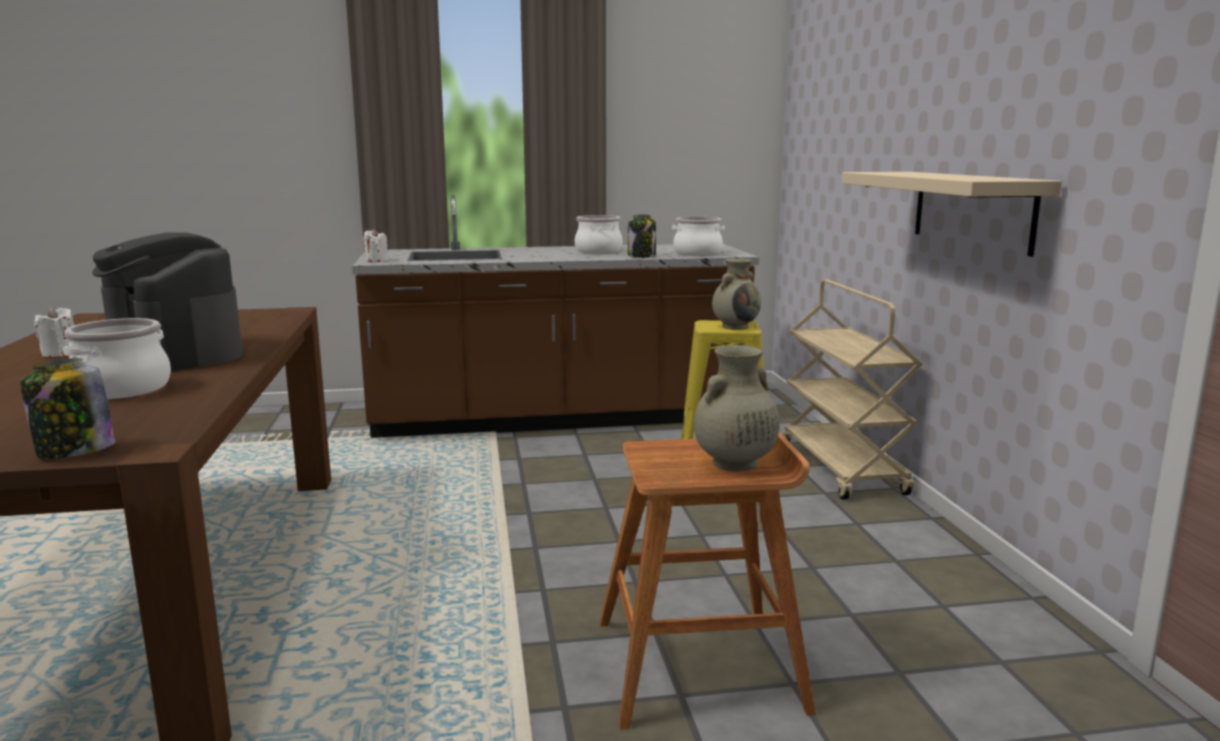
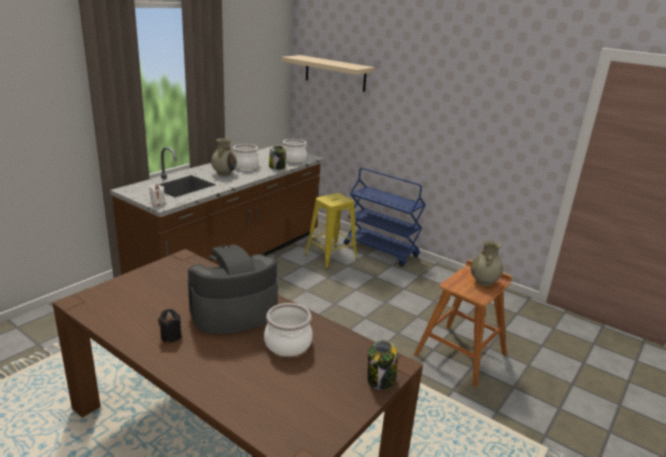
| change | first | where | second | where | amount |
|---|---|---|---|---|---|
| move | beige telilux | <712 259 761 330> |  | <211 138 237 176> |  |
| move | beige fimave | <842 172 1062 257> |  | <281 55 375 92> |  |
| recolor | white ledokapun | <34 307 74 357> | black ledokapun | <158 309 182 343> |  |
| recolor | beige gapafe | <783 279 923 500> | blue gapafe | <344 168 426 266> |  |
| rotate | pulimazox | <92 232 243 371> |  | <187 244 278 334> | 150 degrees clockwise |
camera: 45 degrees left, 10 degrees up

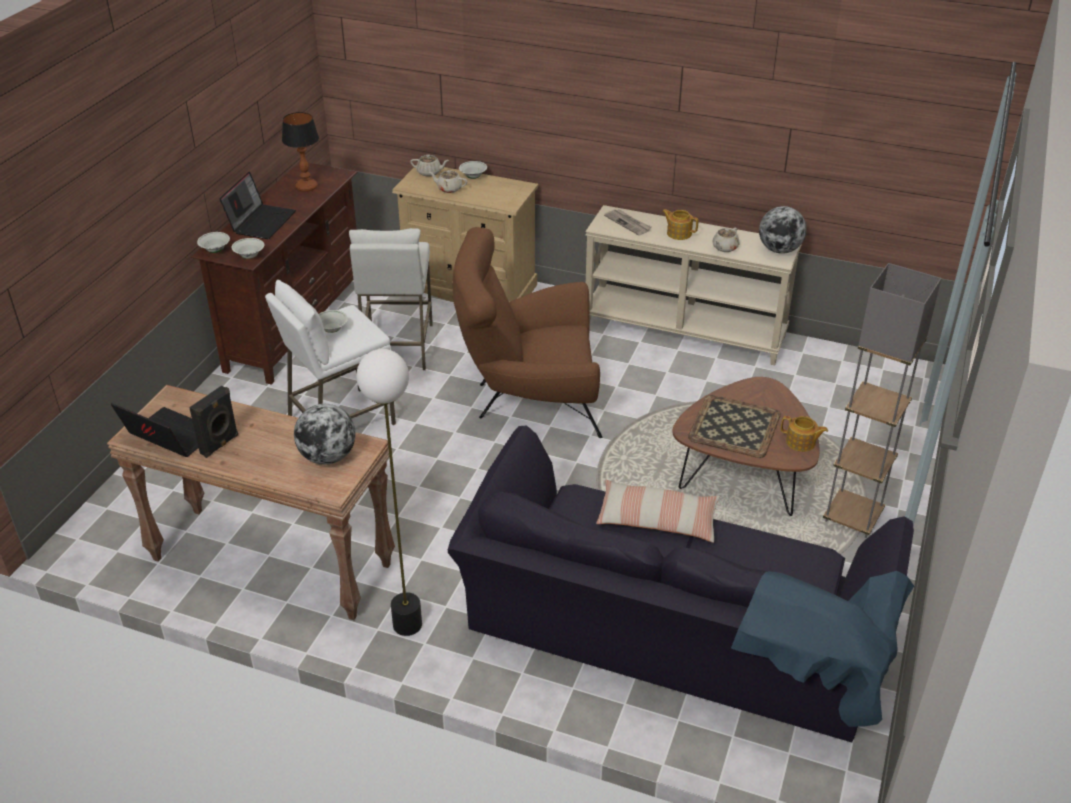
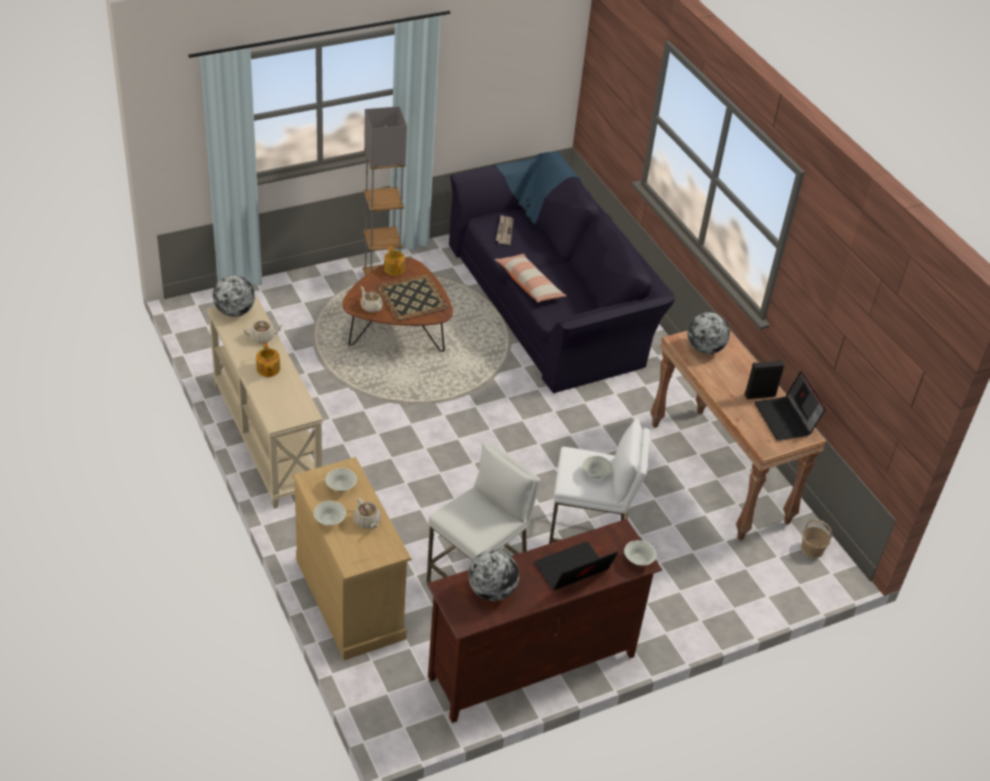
| change | first | where | second | where | amount |
|---|---|---|---|---|---|
| delete | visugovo | <356 349 422 636> |  |  |  |
| delete | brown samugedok | <453 227 602 438> |  |  |  |
| insert |  |  | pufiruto | <801 519 832 558> |  |
| move | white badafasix | <231 238 264 259> |  | <325 468 357 492> |  |
| move | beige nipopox | <410 154 449 177> |  | <360 286 383 312> |  |
| move | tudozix | <604 209 652 235> |  | <496 215 513 245> |  |
| replace | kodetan | <282 112 319 192> | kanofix | <468 550 519 601> |  |
camera: 140 degrees left, 5 degrees up

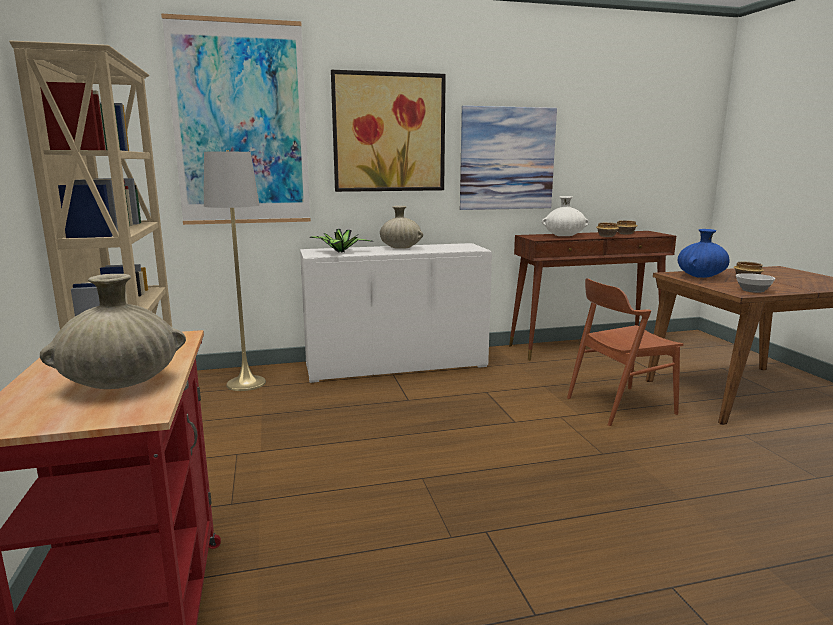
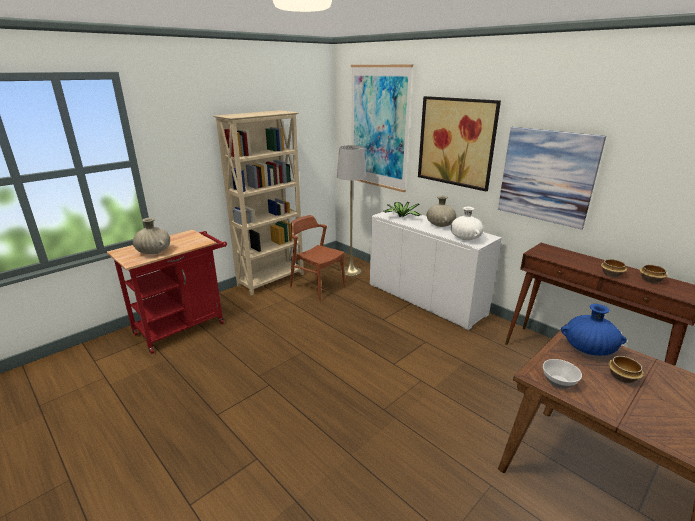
| change | first | where | second | where | amount |
|---|---|---|---|---|---|
| move | white telilux | <542 196 589 236> |  | <451 207 484 241> |  |
| move | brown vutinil | <567 278 684 426> |  | <290 215 346 301> |  |
camera: 60 degrees right, 10 degrees up

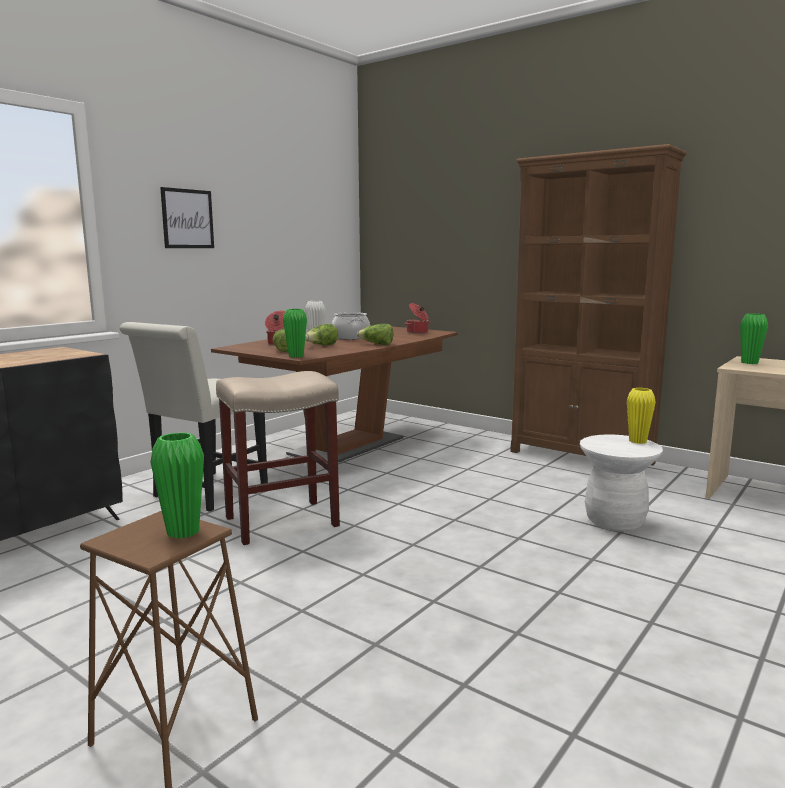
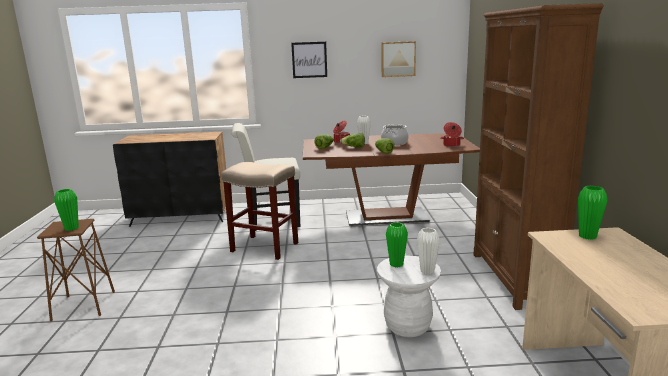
| change | first | where | second | where | amount |
|---|---|---|---|---|---|
| insert |  |  | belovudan | <382 41 416 77> |  |
| move | green telilux | <283 309 307 357> |  | <386 222 408 268> |  |
| recolor | yellow telilux | <627 388 656 444> | white telilux | <417 228 440 274> |  |
camera: 50 degrees right, 5 degrees up

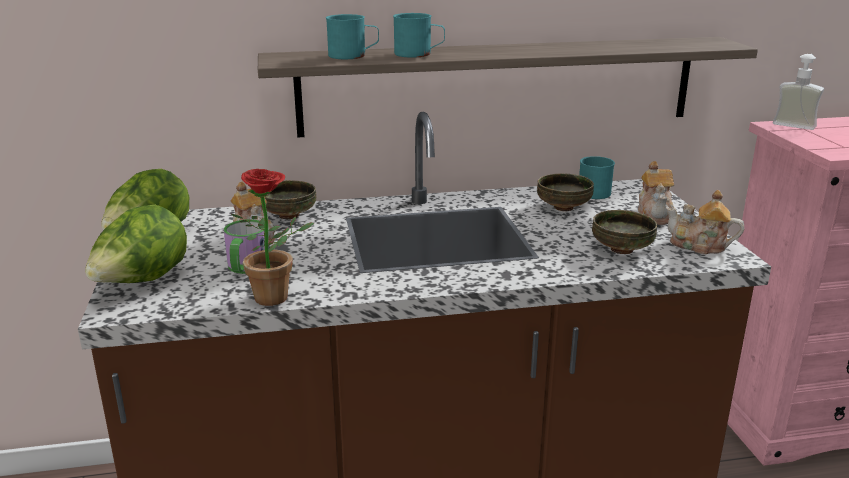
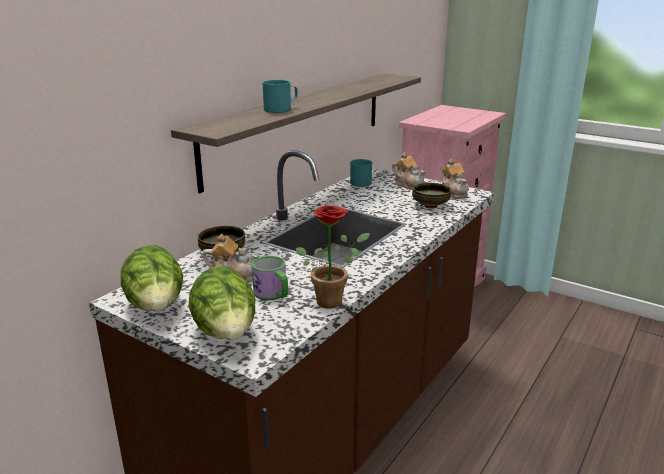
| change | first | where | second | where | amount |
|---|---|---|---|---|---|
| delete | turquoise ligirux | <326 14 379 59> |  |  |  |
| delete | badafasix | <537 173 594 211> |  |  |  |
| delete | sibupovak | <773 54 824 130> |  |  |  |
| rotate | nipopox | <666 190 744 255> |  | <442 159 469 199> | 90 degrees counterclockwise |
camera: 45 degrees left, 0 degrees up

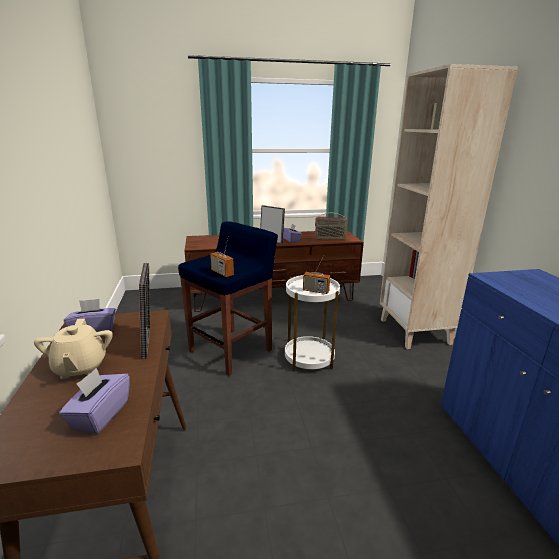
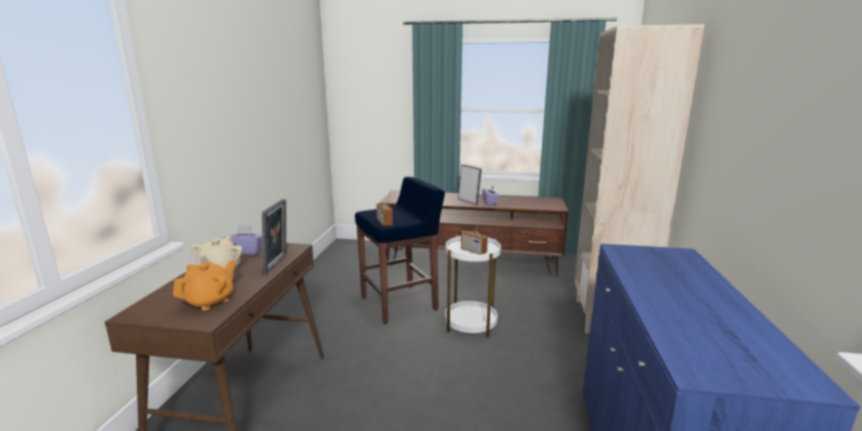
| change | first | where | second | where | amount |
|---|---|---|---|---|---|
| delete | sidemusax | <315 213 347 240> |  |  |  |
| replace | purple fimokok | <59 368 130 434> | orange nipopox | <173 260 235 310> |  |
camera: 20 degrees right, 5 degrees down

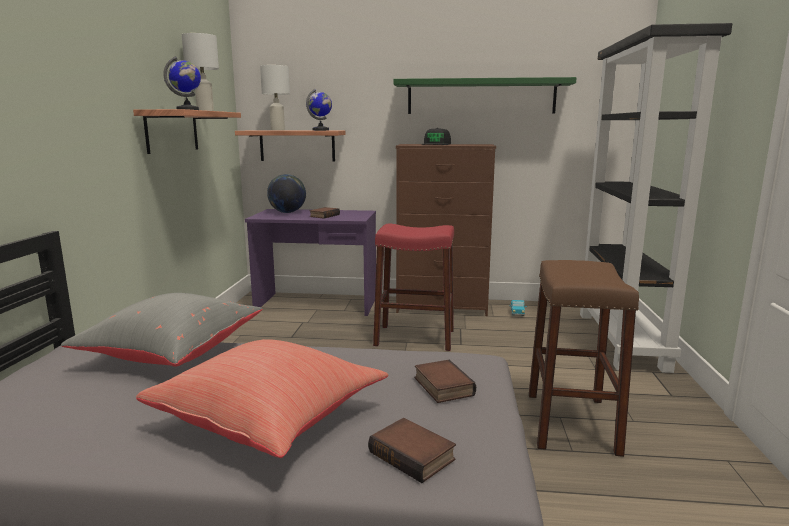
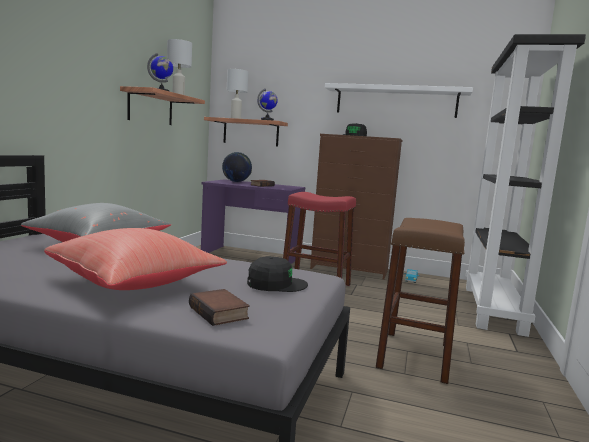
| change | first | where | second | where | amount |
|---|---|---|---|---|---|
| replace | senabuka | <415 360 476 403> | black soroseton | <247 256 308 292> |  |
| recolor | green fimave | <393 77 577 114> | white fimave | <325 83 473 118> |  |
camera: 10 degrees right, 5 degrees down

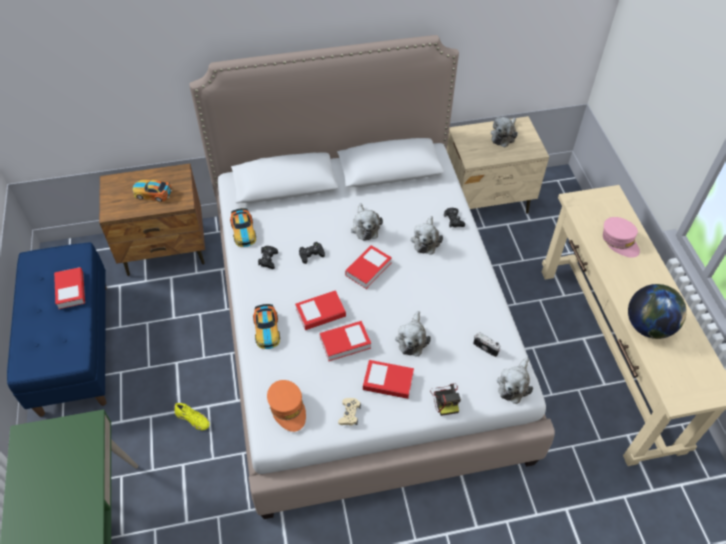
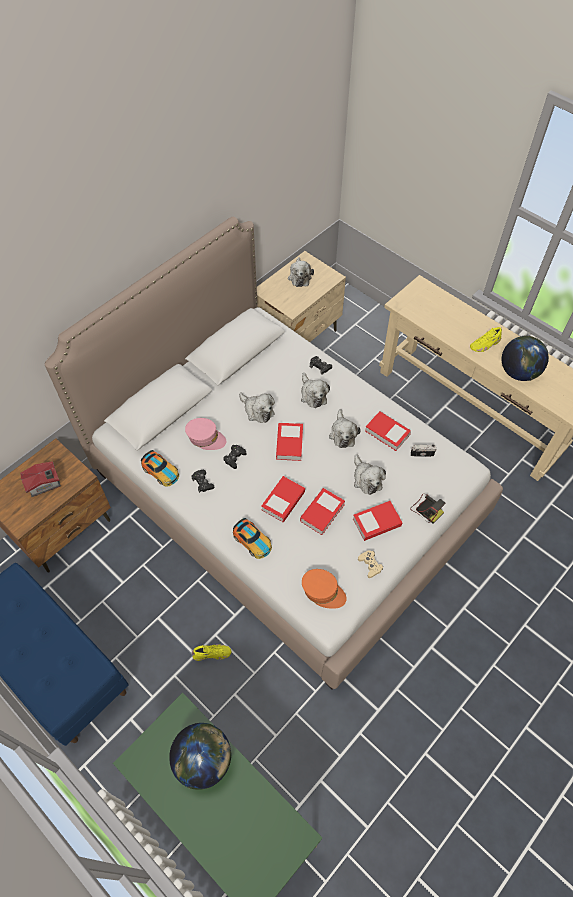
| change | first | where | second | where | amount |
|---|---|---|---|---|---|
| insert |  |  | kanofix | <169 723 231 790> |  |
| insert |  |  | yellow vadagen | <470 327 503 352> |  |
| move | senabuka | <54 267 85 309> |  | <365 411 411 451> |  |
| move | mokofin | <497 357 533 404> |  | <329 409 360 448> |  |
| move | pink soroseton | <603 217 640 258> |  | <185 418 226 450> |  |
| replace | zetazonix | <133 180 172 202> | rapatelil | <20 461 61 497> |  |
camera: 35 degrees left, 5 degrees up

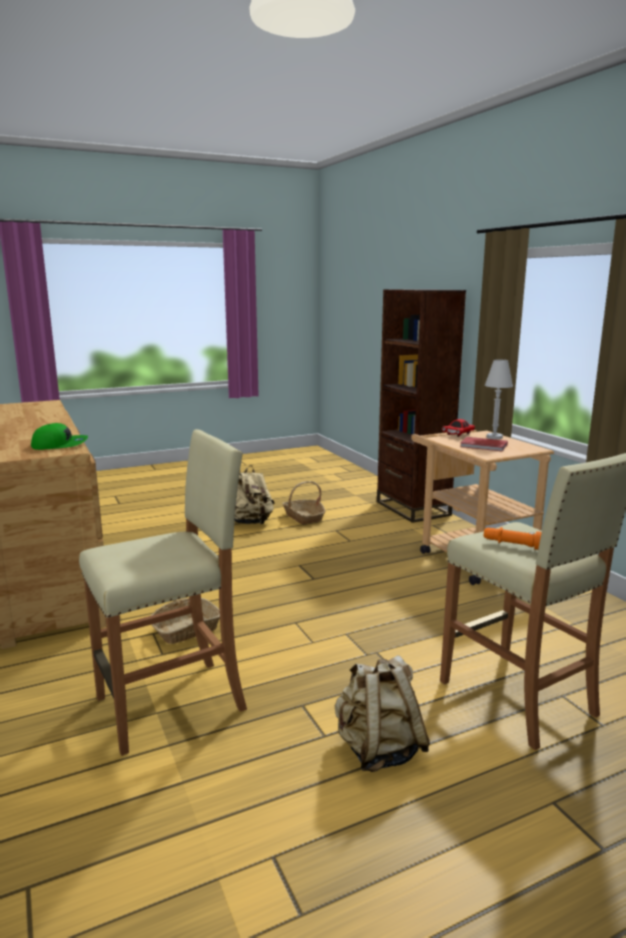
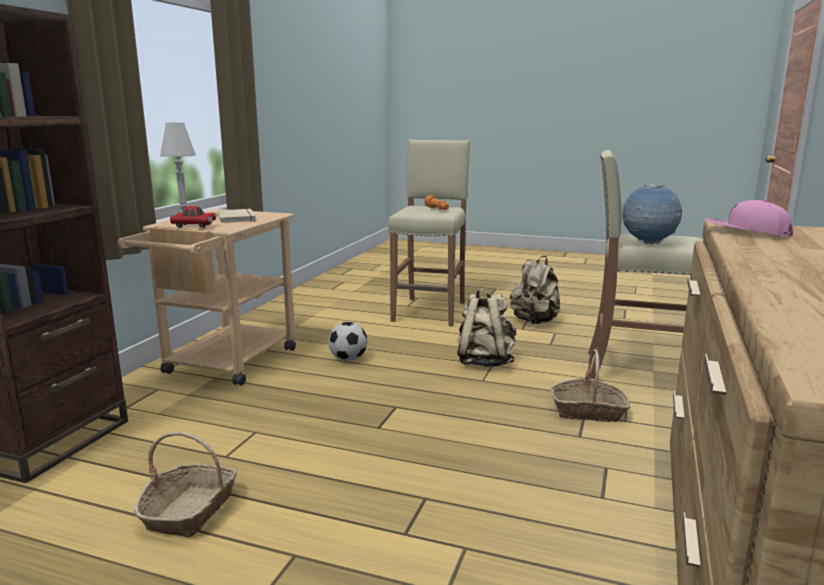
| change | first | where | second | where | amount |
|---|---|---|---|---|---|
| insert |  |  | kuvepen | <329 322 367 361> |  |
| insert |  |  | kanofix | <622 183 682 245> |  |
| move | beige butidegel | <234 465 275 524> |  | <457 288 516 367> |  |
| recolor | green soroseton | <31 423 88 450> | pink soroseton | <704 200 793 236> |  |
| recolor | red senabuka | <460 437 508 452> | beige senabuka | <218 209 256 223> |  |
camera: 135 degrees left, 0 degrees up

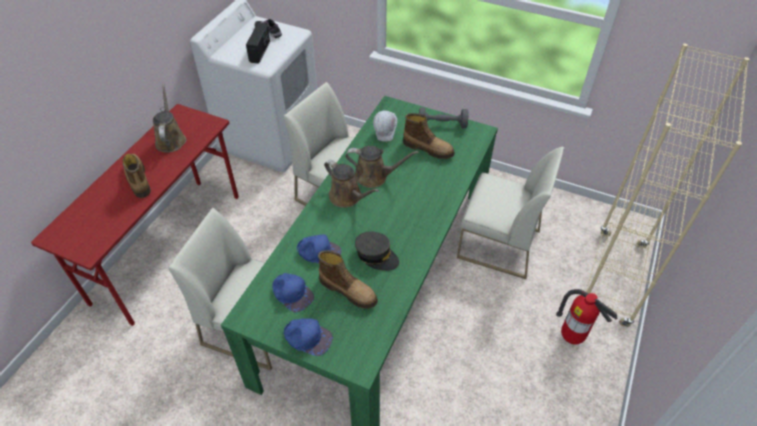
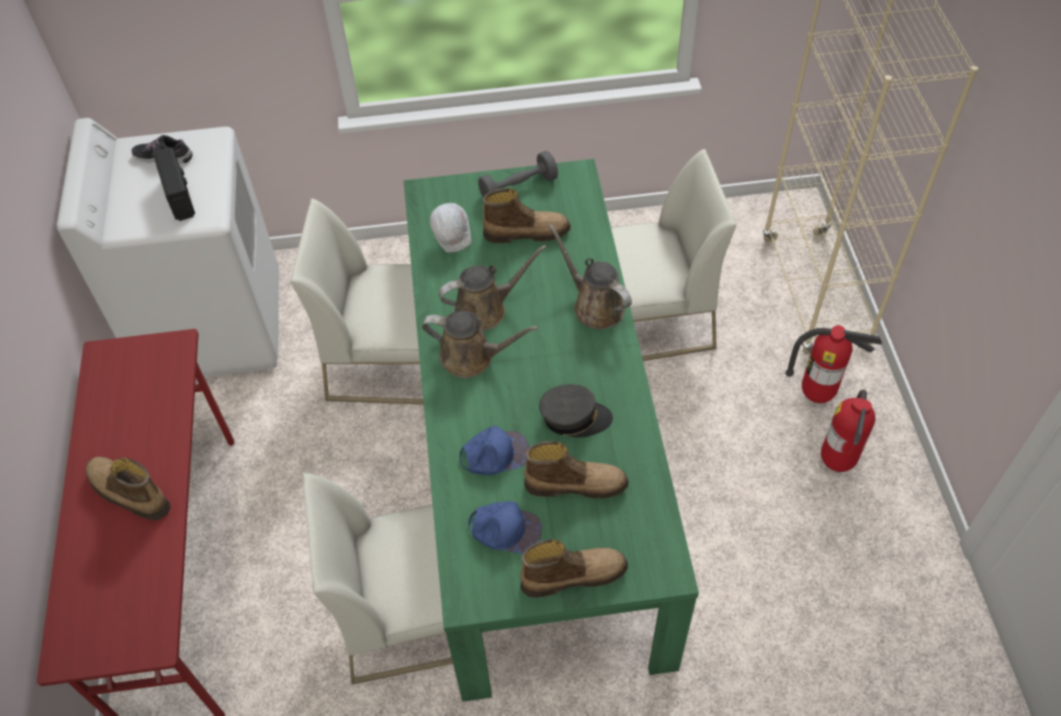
| change | first | where | second | where | amount |
|---|---|---|---|---|---|
| insert |  |  | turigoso | <821 389 875 472> |  |
| move | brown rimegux | <153 84 186 153> |  | <549 224 632 329> |  |
| replace | blue soroseton | <284 318 333 356> | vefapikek | <520 539 628 598> |  |
camera: 30 degrees left, 5 degrees up

